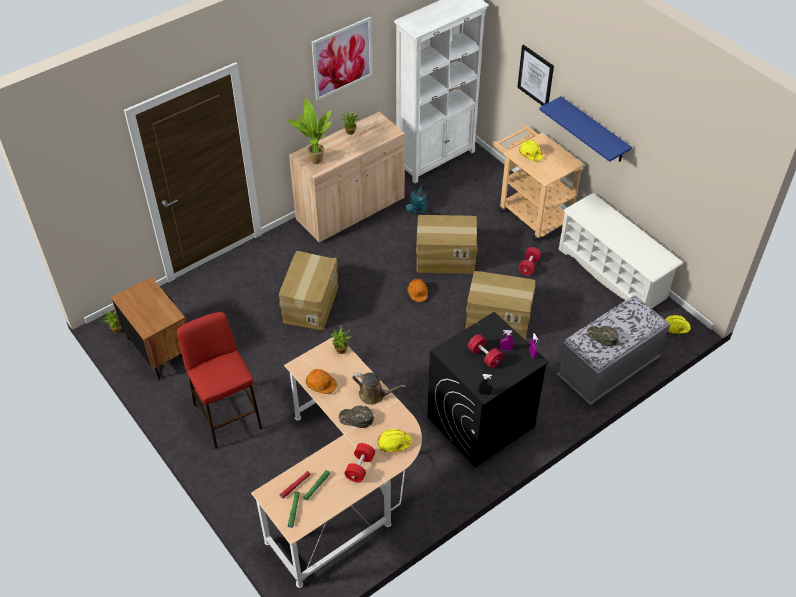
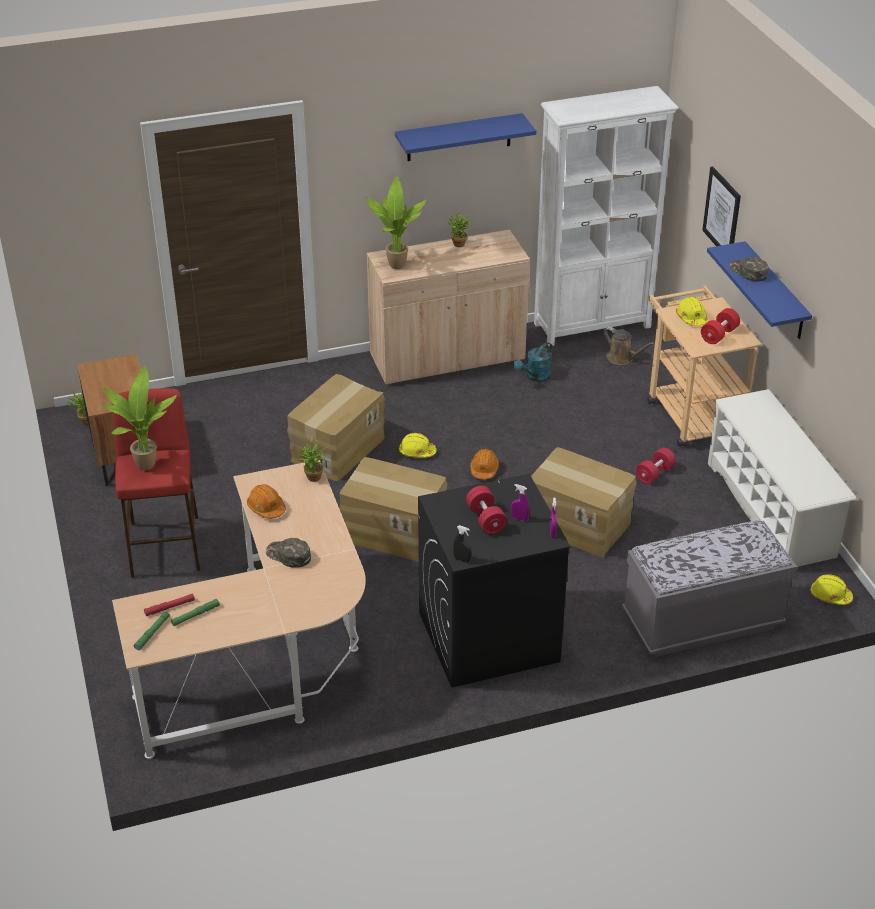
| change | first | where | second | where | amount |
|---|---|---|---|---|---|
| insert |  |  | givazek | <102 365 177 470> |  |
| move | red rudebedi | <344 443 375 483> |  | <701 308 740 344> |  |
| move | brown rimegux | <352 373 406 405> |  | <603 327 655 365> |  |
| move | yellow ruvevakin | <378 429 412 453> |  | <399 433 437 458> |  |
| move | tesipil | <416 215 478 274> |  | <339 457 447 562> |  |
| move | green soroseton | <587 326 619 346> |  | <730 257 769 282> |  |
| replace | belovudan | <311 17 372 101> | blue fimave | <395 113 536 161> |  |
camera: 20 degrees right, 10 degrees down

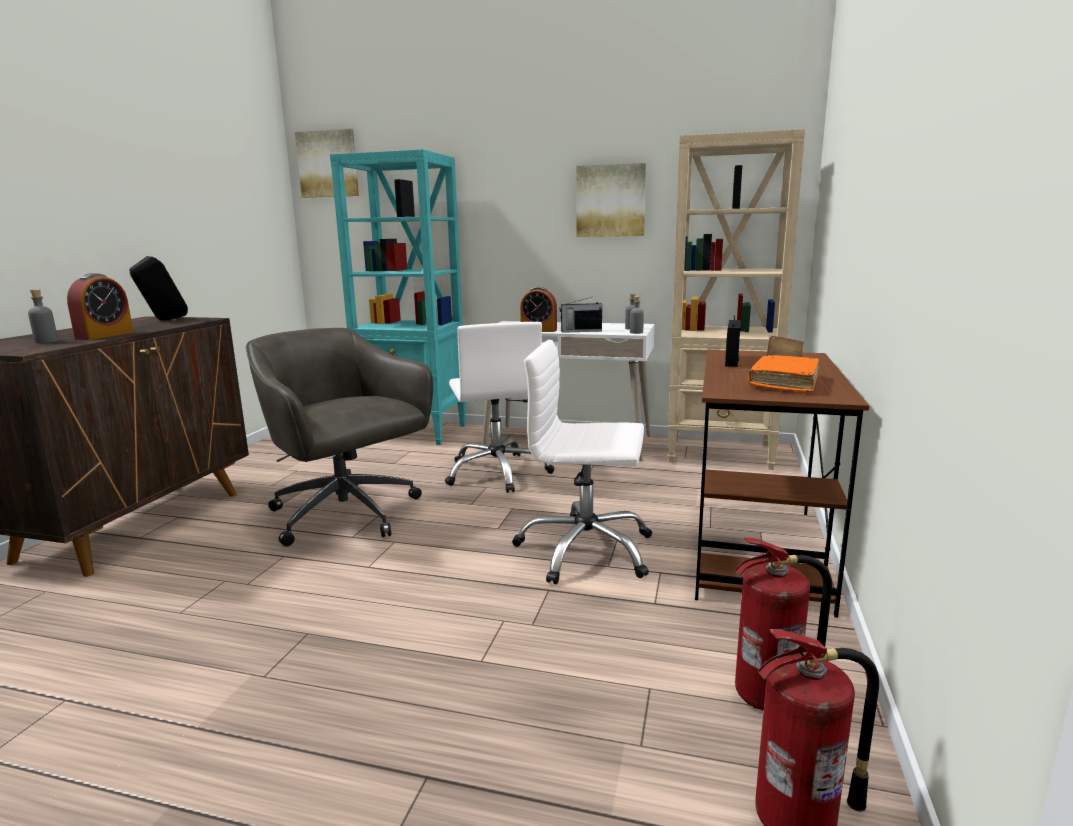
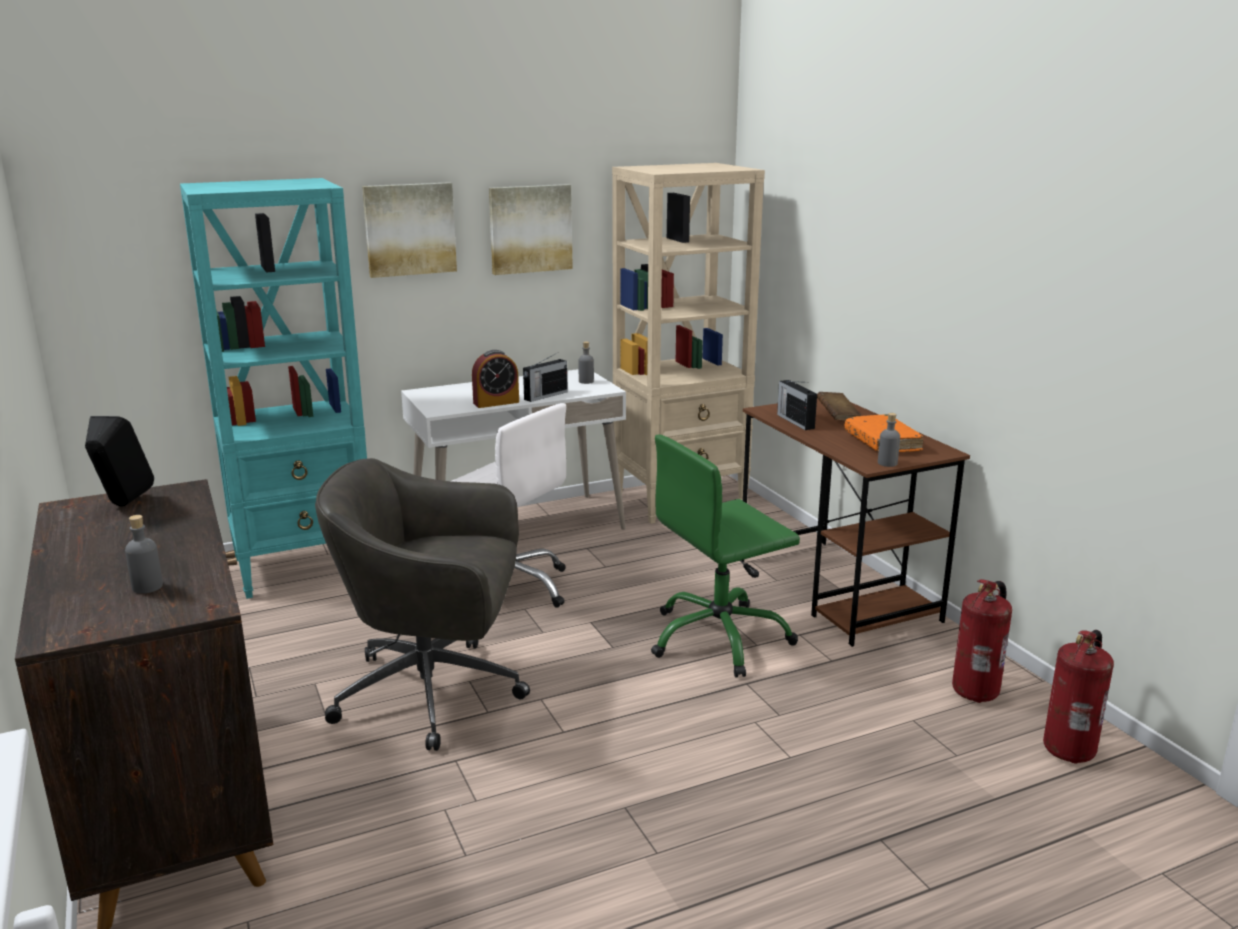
| change | first | where | second | where | amount |
|---|---|---|---|---|---|
| delete | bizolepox | <67 273 134 340> |  |  |  |
| move | belovudan | <295 129 359 198> |  | <362 182 457 278> |  |
| move | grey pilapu | <630 296 644 334> |  | <878 413 900 467> |  |
| recolor | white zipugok | <512 340 652 584> | green zipugok | <651 434 800 677> |  |
camera: 40 degrees left, 5 degrees up

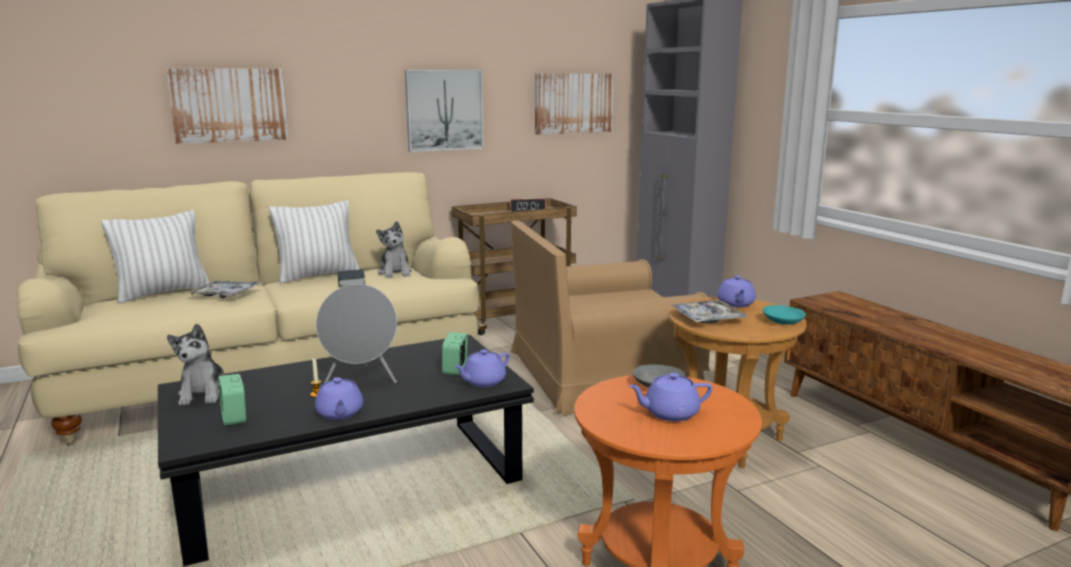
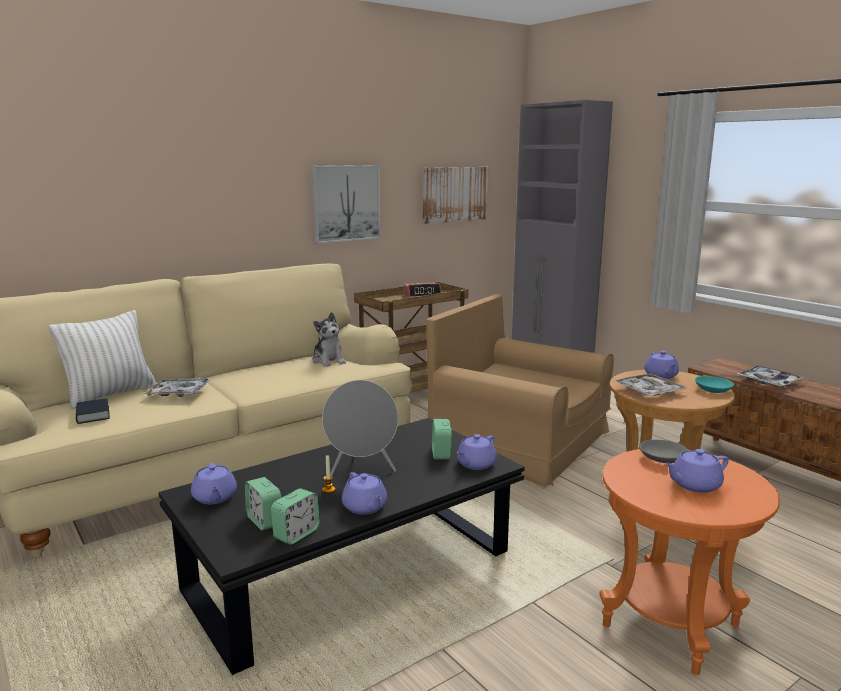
| change | first | where | second | where | amount |
|---|---|---|---|---|---|
| delete | belovudan | <166 69 288 144> |  |  |  |
| delete | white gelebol | <269 201 359 283> |  |  |  |
| insert |  |  | bizolepox | <271 489 320 545> |  |
| insert |  |  | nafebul | <737 365 804 387> |  |
| move | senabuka | <338 269 365 288> |  | <76 398 110 424> |  |
| replace | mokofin | <167 323 224 405> | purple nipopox | <191 463 237 504> |  |
| rotate | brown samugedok | <510 220 710 416> |  | <426 294 614 488> | 60 degrees clockwise |
camera: 10 degrees left, 0 degrees up

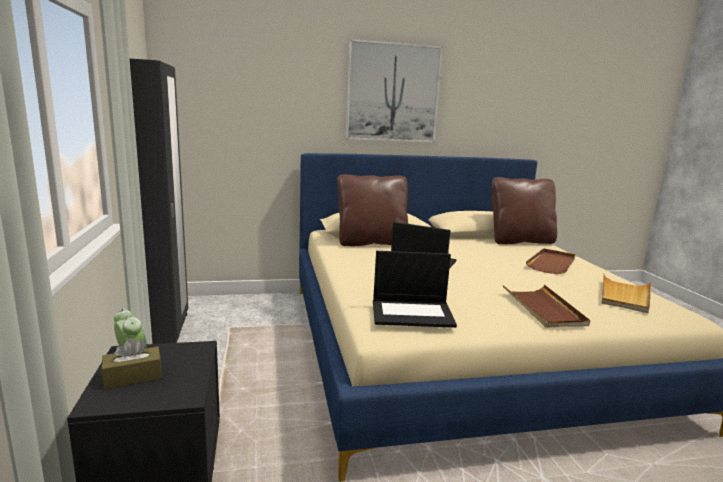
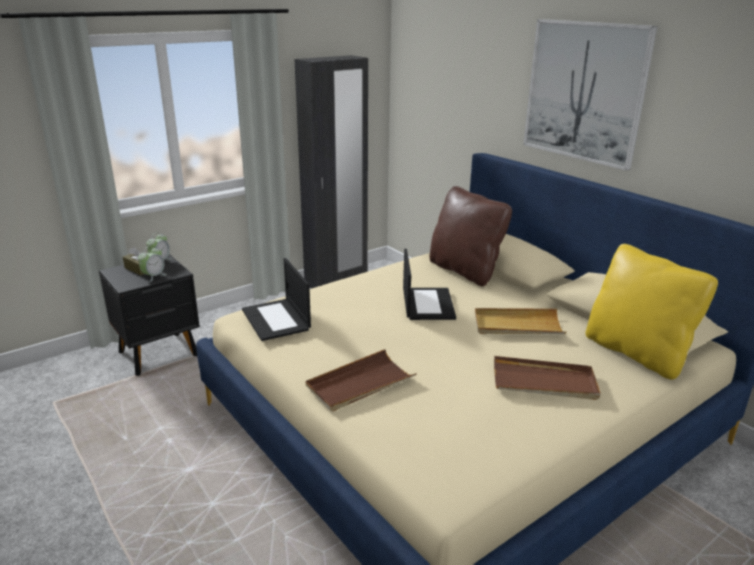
| change | first | where | second | where | amount |
|---|---|---|---|---|---|
| insert |  |  | bizolepox | <138 246 167 282> |  |
| move | beige nafebul | <602 274 651 313> |  | <475 308 566 334> |  |
| recolor | brown gelebol | <492 177 557 244> | yellow gelebol | <585 244 718 379> |  |
camera: 65 degrees right, 10 degrees up

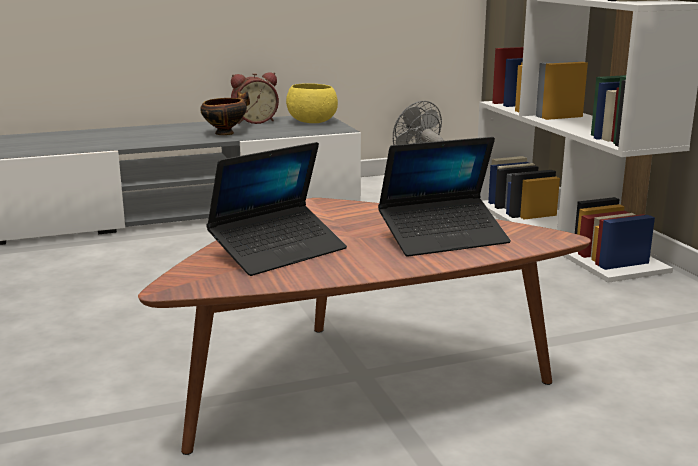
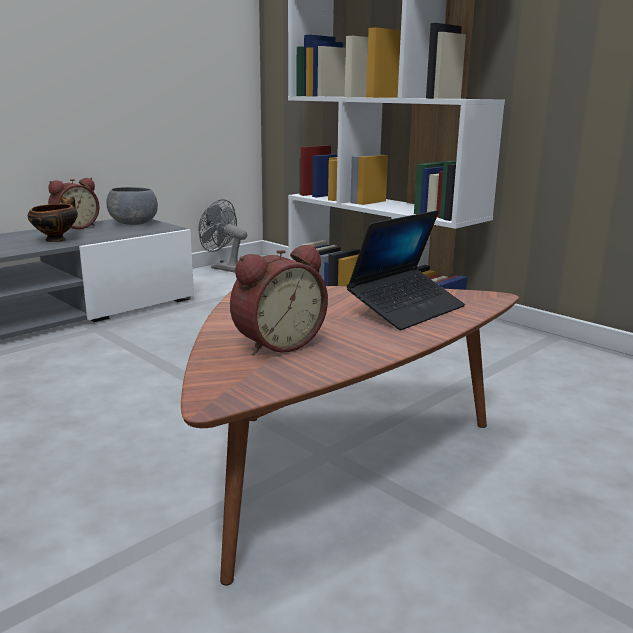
| change | first | where | second | where | amount |
|---|---|---|---|---|---|
| replace | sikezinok | <206 142 347 276> | bizolepox | <230 244 328 356> |  |
| recolor | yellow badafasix | <286 83 338 123> | grey badafasix | <106 187 158 225> |  |
camera: 25 degrees left, 0 degrees up

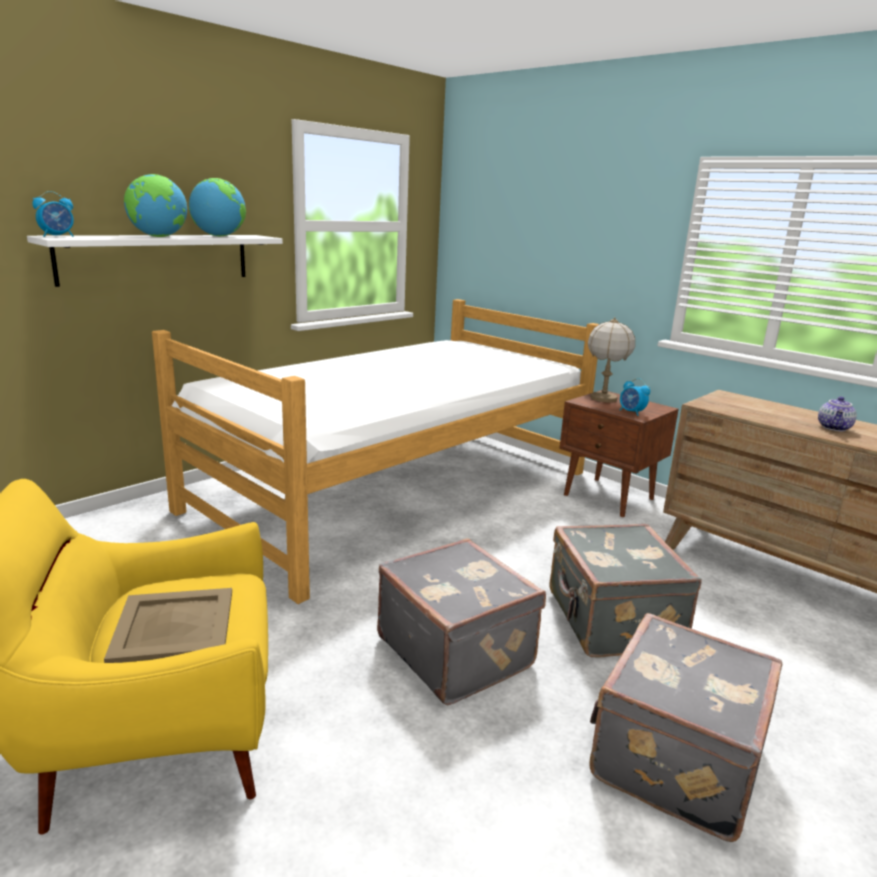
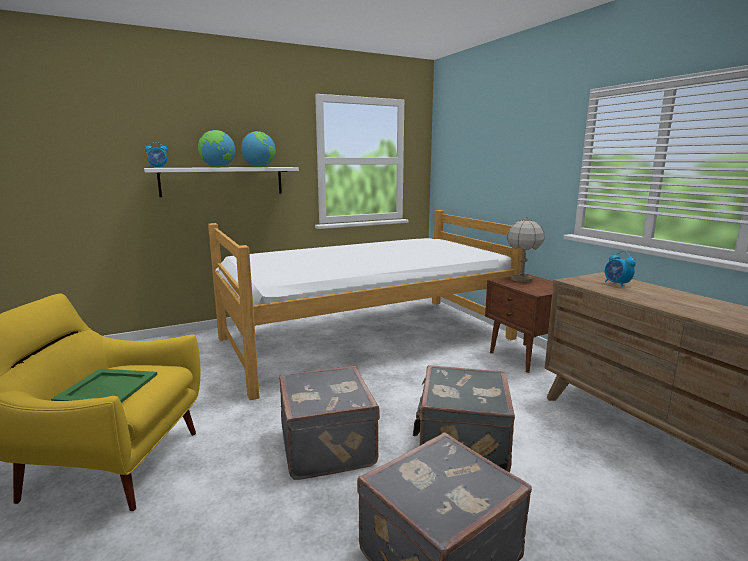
| change | first | where | second | where | amount |
|---|---|---|---|---|---|
| delete | nipopox | <818 397 857 431> |  |  |  |
| move | bizolepox | <620 378 650 416> |  | <605 251 636 287> |  |
| recolor | beige nafebul | <104 588 232 663> | green nafebul | <51 369 157 403> |  |
camera: 20 degrees right, 5 degrees down

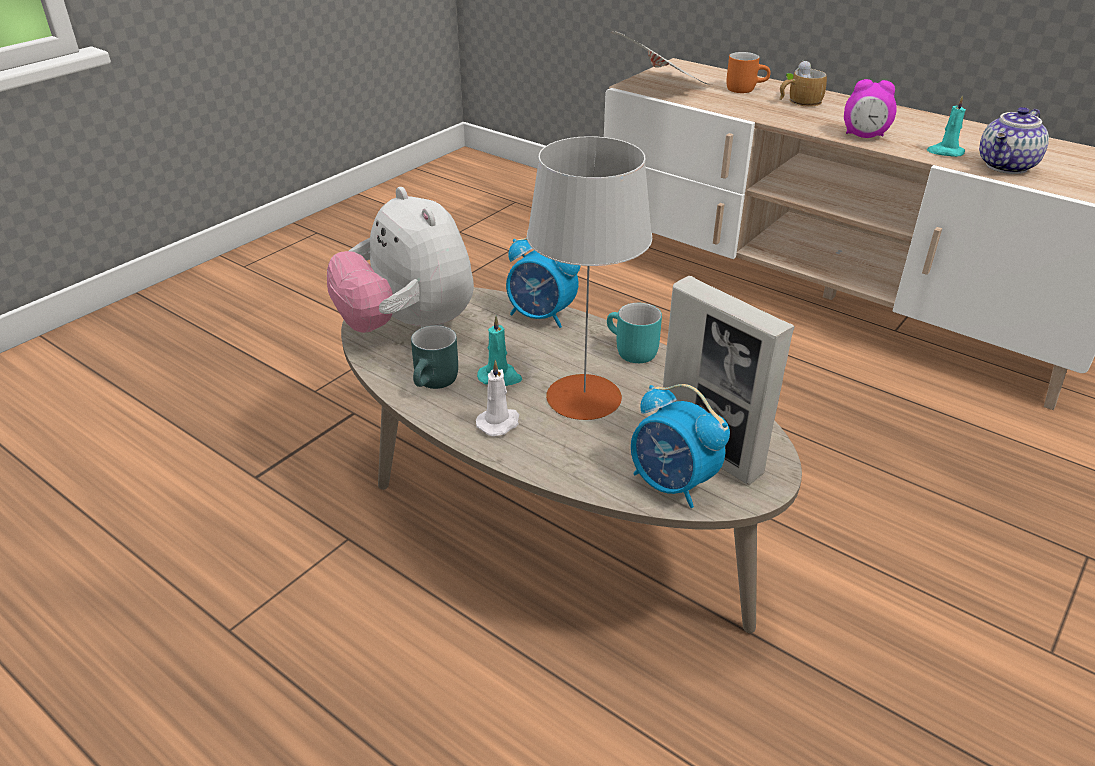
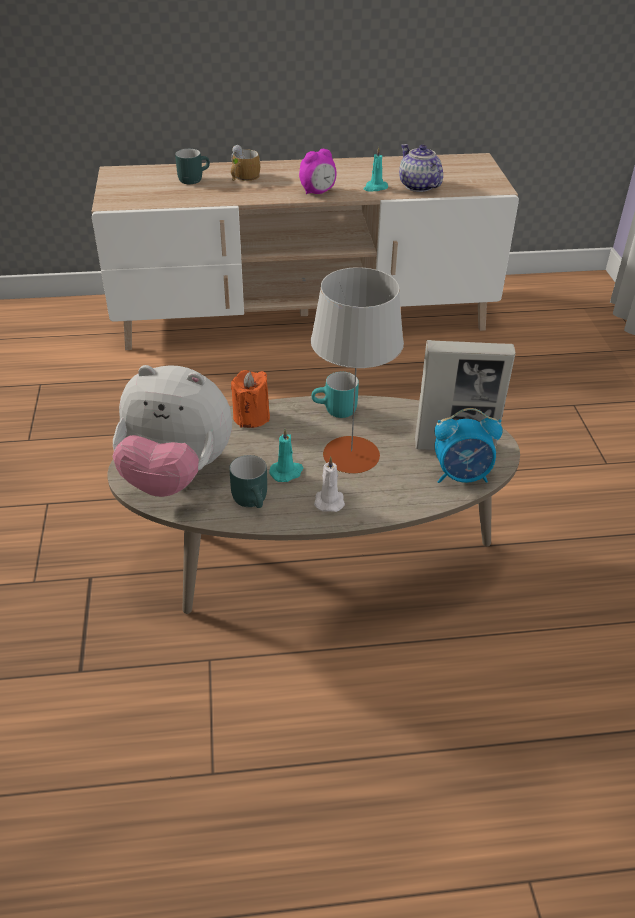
| change | first | where | second | where | amount |
|---|---|---|---|---|---|
| delete | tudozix | <611 31 712 85> |  |  |  |
| replace | bizolepox | <506 238 580 328> | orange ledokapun | <231 370 270 428> |  |
| recolor | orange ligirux | <727 52 771 93> | turquoise ligirux | <175 149 210 184> |  |
| rotate | nipopox | <979 107 1049 174> |  | <399 144 443 192> | 150 degrees clockwise |
camera: 45 degrees left, 5 degrees up

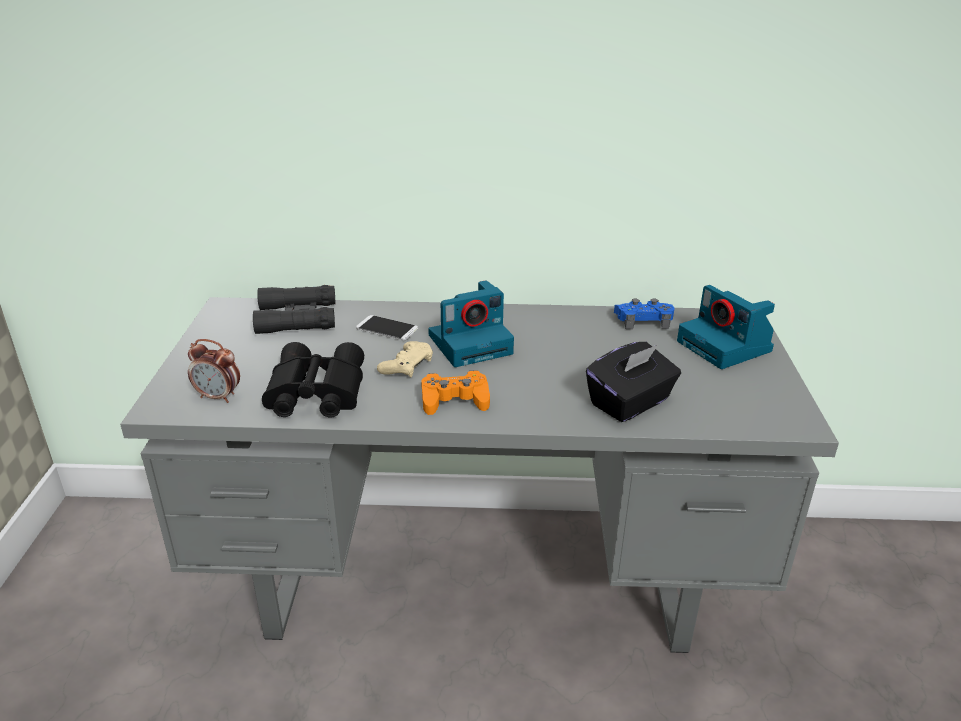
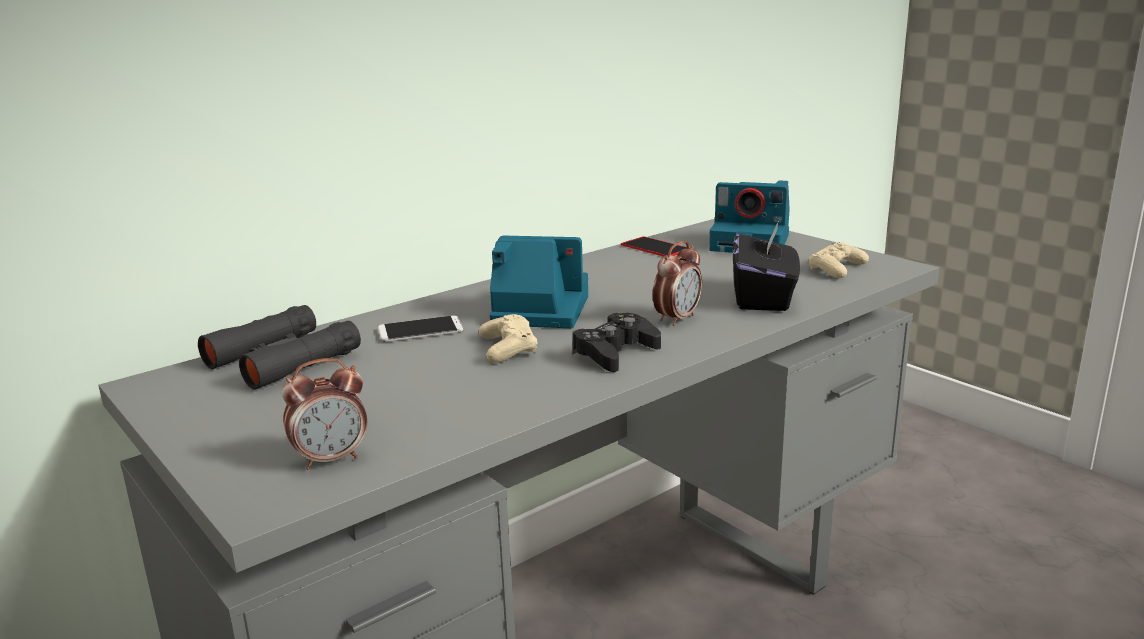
| change | first | where | second | where | amount |
|---|---|---|---|---|---|
| delete | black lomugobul | <262 342 364 418> |  |  |  |
| insert |  |  | bizolepox | <653 241 702 326> |  |
| insert |  |  | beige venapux | <809 242 869 278> |  |
| replace | blue venapux | <614 298 675 329> | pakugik | <621 236 688 257> |  |
| recolor | orange venapux | <421 370 490 415> | black venapux | <572 313 661 372> |  |
| rotate | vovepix | <428 280 514 367> |  | <490 236 588 328> | 105 degrees counterclockwise |
camera: 40 degrees left, 10 degrees down

